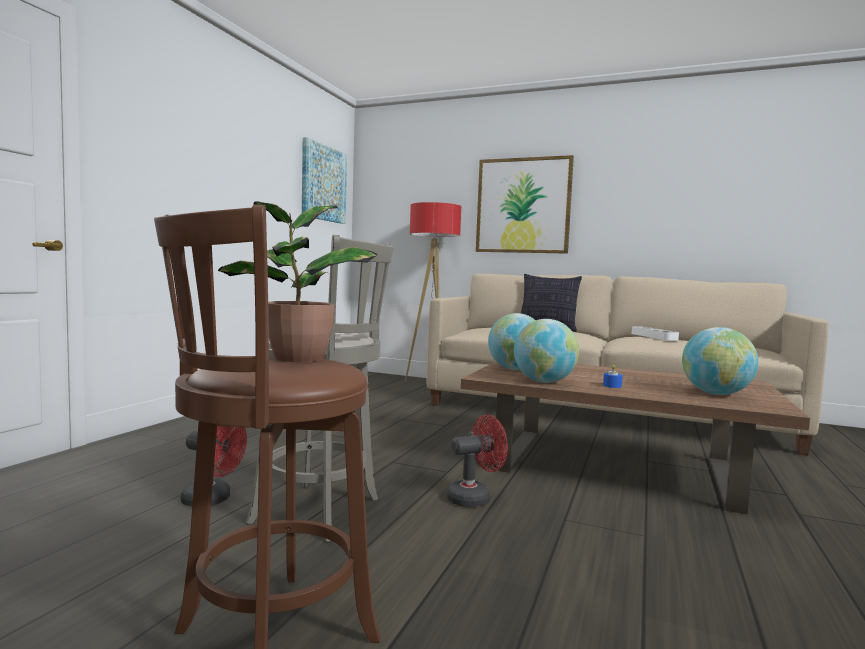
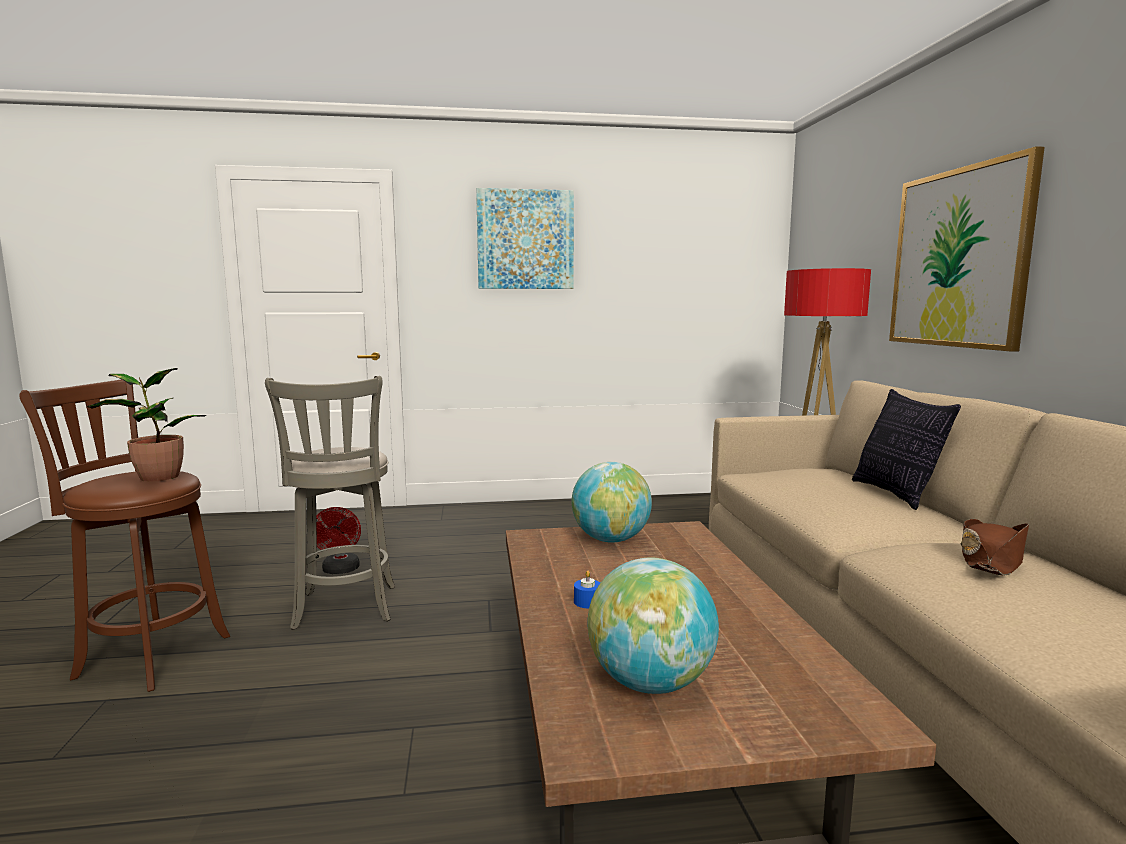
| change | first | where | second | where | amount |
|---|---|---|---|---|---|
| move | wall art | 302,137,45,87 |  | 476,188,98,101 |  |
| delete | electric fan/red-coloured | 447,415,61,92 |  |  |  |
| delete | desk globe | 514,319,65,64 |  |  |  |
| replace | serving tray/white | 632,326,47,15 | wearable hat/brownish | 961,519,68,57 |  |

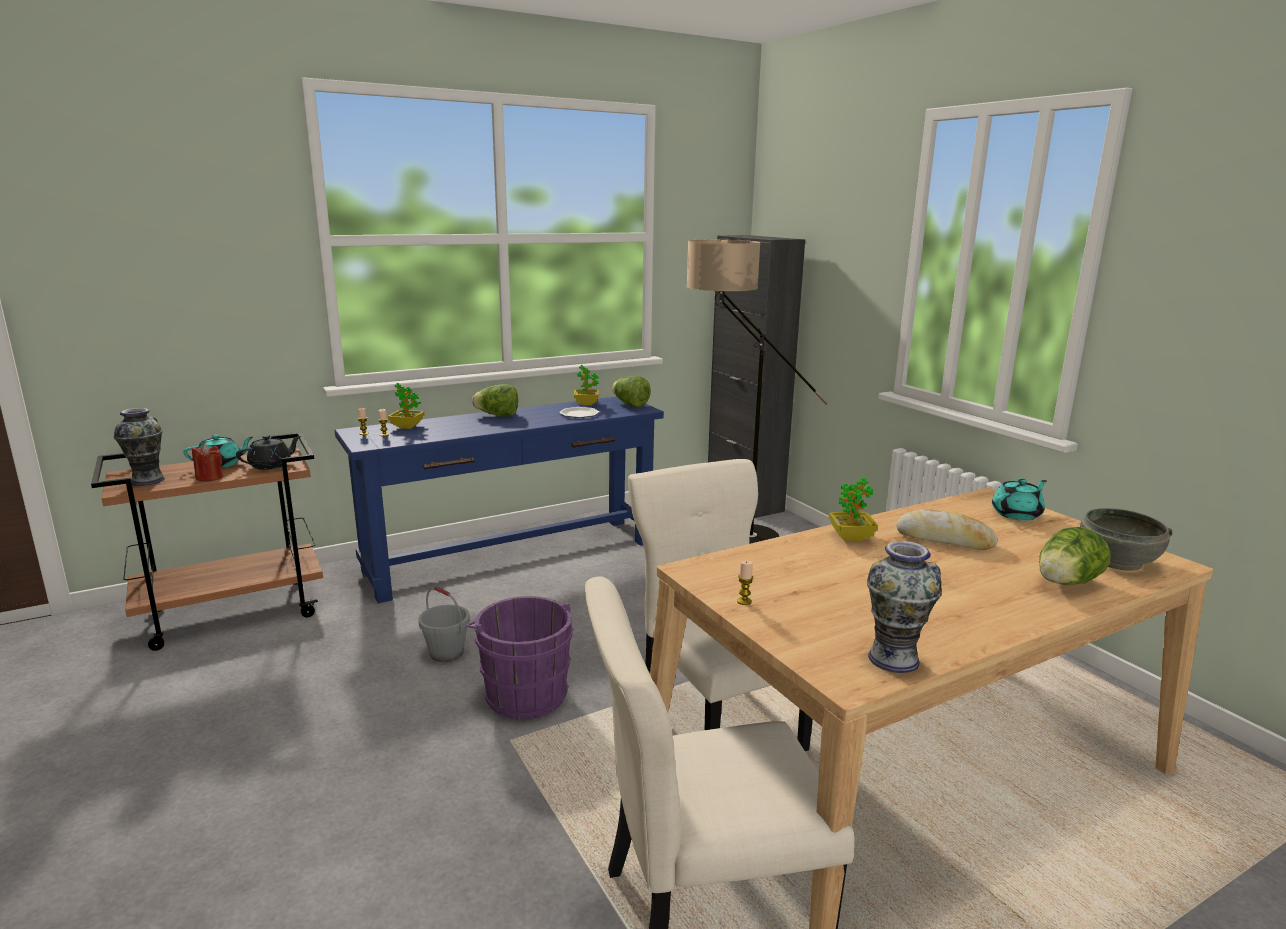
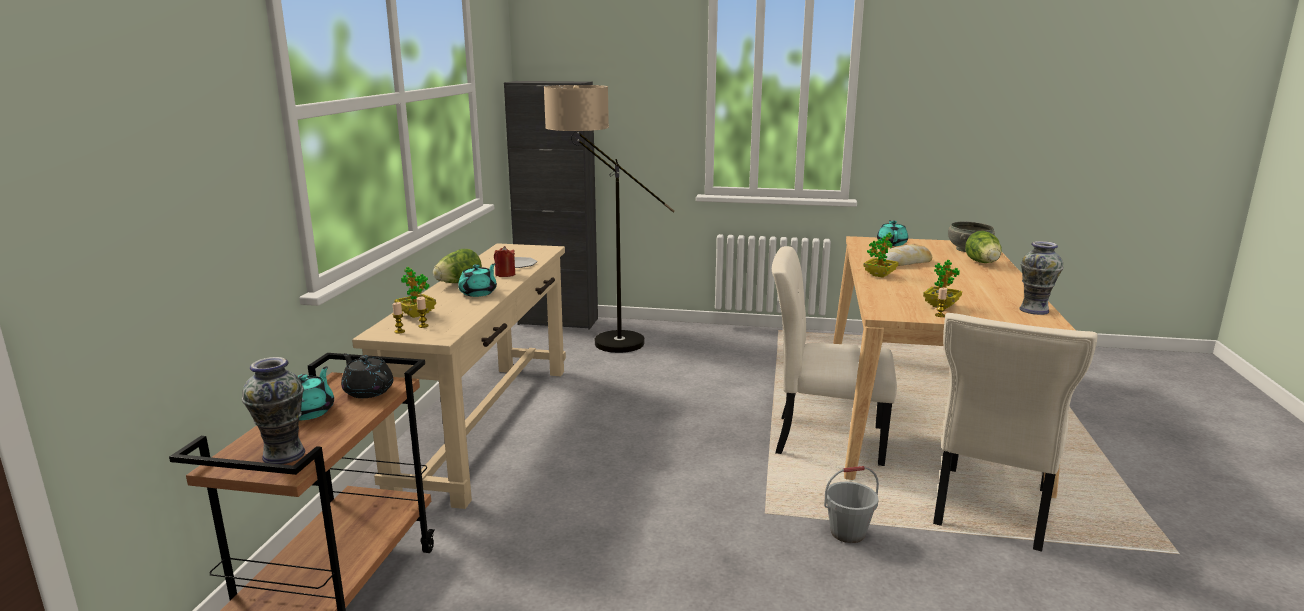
| change | first | where | second | where | amount |
|---|---|---|---|---|---|
| move | candle/red-coloured | 192,444,31,38 |  | 494,246,21,31 |  |
| rotate | pot for tea/black-coloured | 236,435,65,35 |  | 341,353,52,45 | 45 degrees counterclockwise |
| recolor | hall table/bluish | 334,396,330,207 | hall table/beige | 352,243,214,266 |  |
| move | pail/greyish | 419,586,51,76 |  | 824,466,55,77 |  |
| delete | pail/purple | 466,596,108,123 |  |  |  |
| move | potted plant | 574,365,25,40 |  | 923,260,39,49 |  |
| delete | lettuce head | 612,376,39,31 |  |  |  |
| insert |  |  | pot for tea/blue-green | 458,263,39,34 |  |

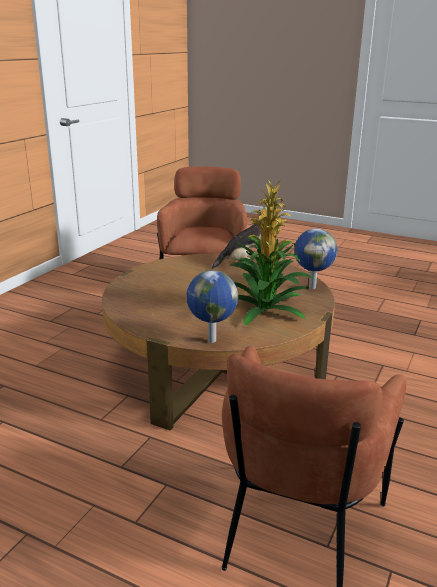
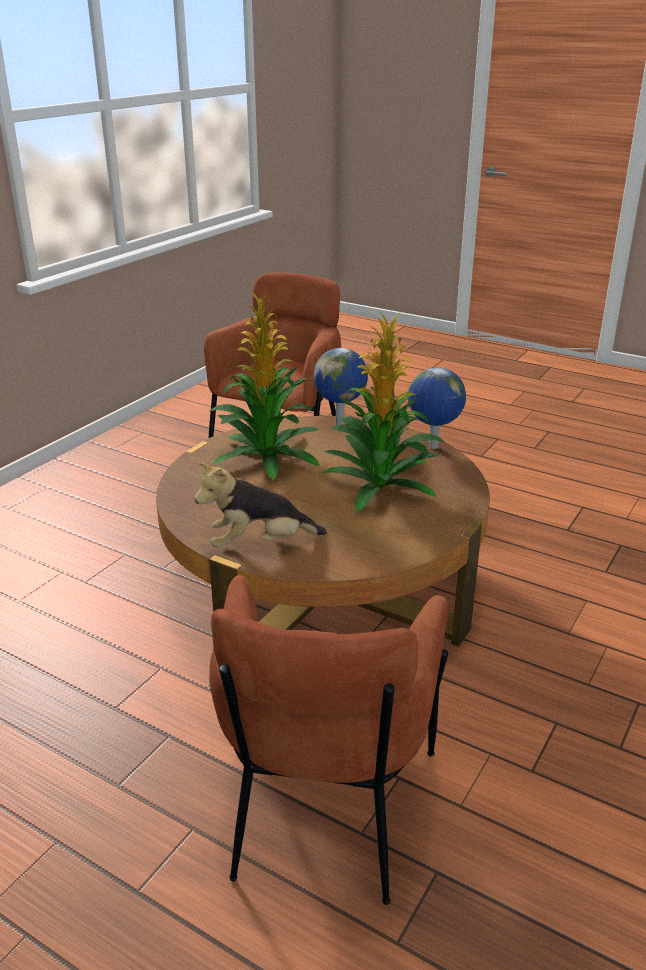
| change | first | where | second | where | amount |
|---|---|---|---|---|---|
| move | desk globe | 294,229,43,60 |  | 408,367,58,82 |  |
| insert |  |  | potted plant | 321,312,124,200 |  |

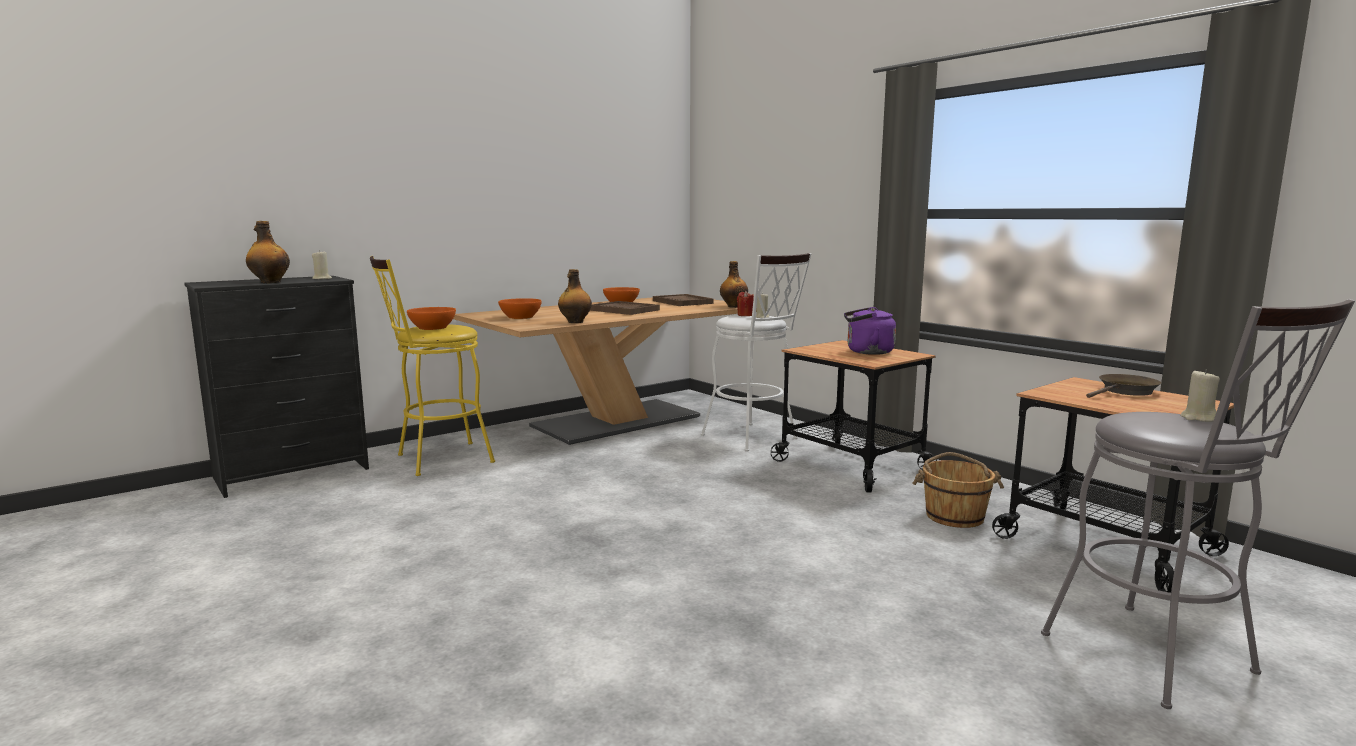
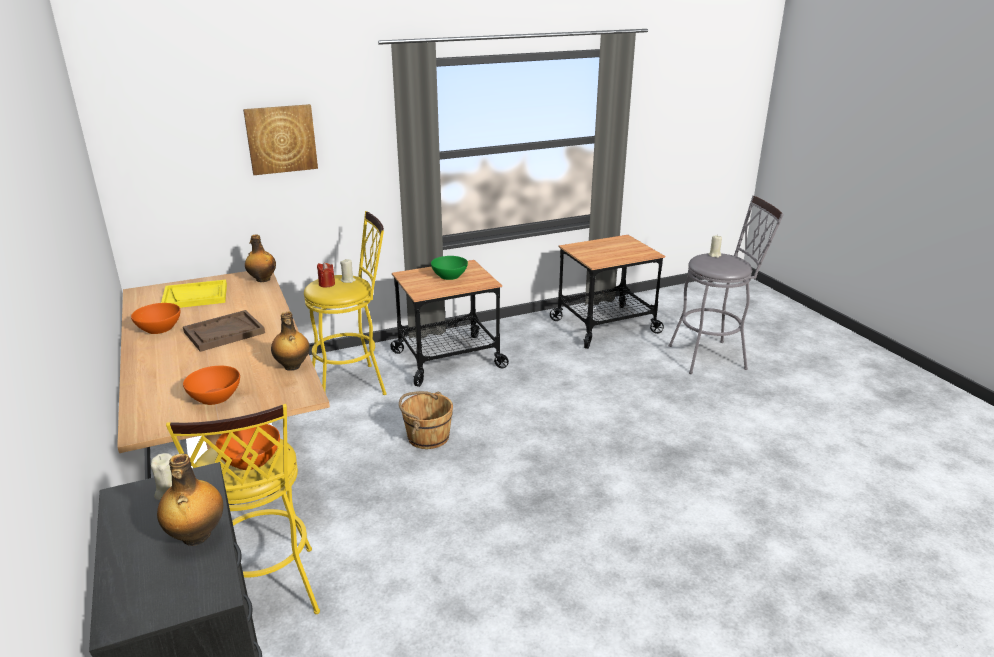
| change | first | where | second | where | amount |
|---|---|---|---|---|---|
| recolor | serving tray/brownish | 653,294,61,12 | serving tray/yellow | 161,280,66,28 |  |
| recolor | stool/white | 701,253,110,199 | stool/yellow | 304,211,83,184 |  |
| replace | tea kettle/purple | 844,307,52,48 | bowl/green | 431,256,37,24 |  |
| move | pail/brownish | 912,452,92,76 |  | 399,391,54,58 |  |
| delete | pan/brownish | 1086,374,76,24 |  |  |  |
| insert |  |  | wall art | 243,104,75,71 |  |

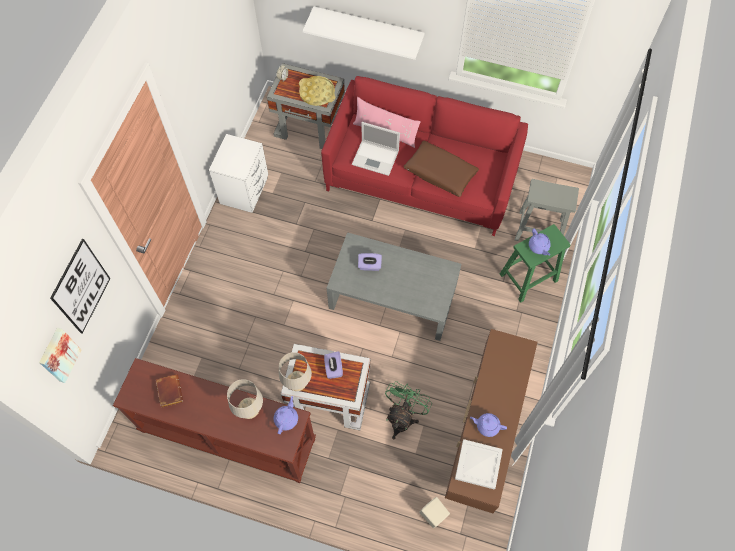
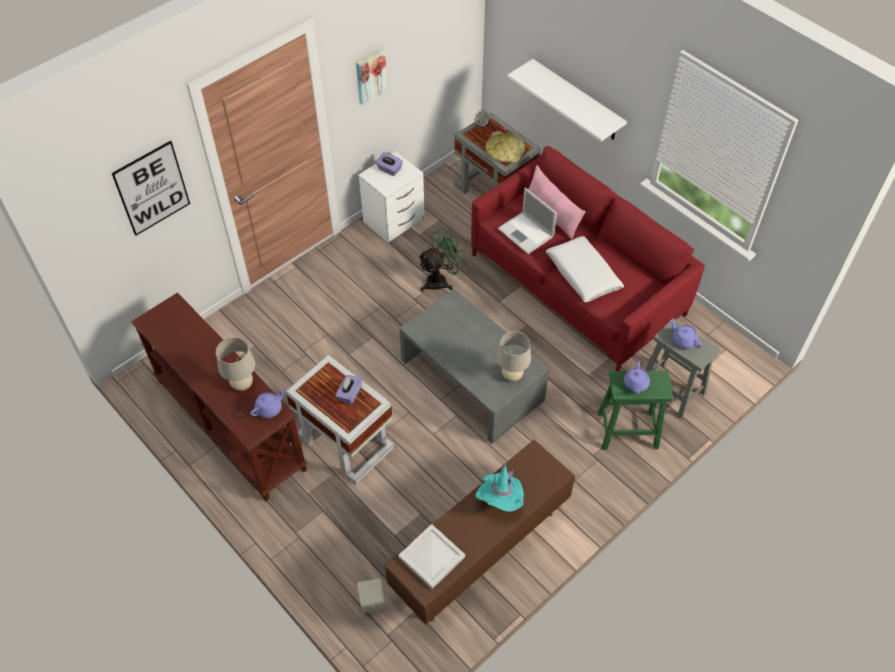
| change | first | where | second | where | amount |
|---|---|---|---|---|---|
| move | wall art | 39,328,42,55 |  | 356,48,32,57 |  |
| delete | book/brownish | 156,374,27,34 |  |  |  |
| move | tabletop lamp/beige | 279,352,33,39 |  | 497,331,34,51 |  |
| move | tissue holder/purple | 358,253,24,18 |  | 376,152,27,24 |  |
| move | electric fan/green | 385,381,47,58 |  | 418,228,49,64 |  |
| recolor | pillow/brownish | 404,141,75,56 | pillow/white | 546,236,78,66 |  |
| move | pot for tea/purple | 470,413,37,24 |  | 670,320,32,29 |  |
| insert |  |  | wearable hat/blue-green | 475,464,49,48 |  |

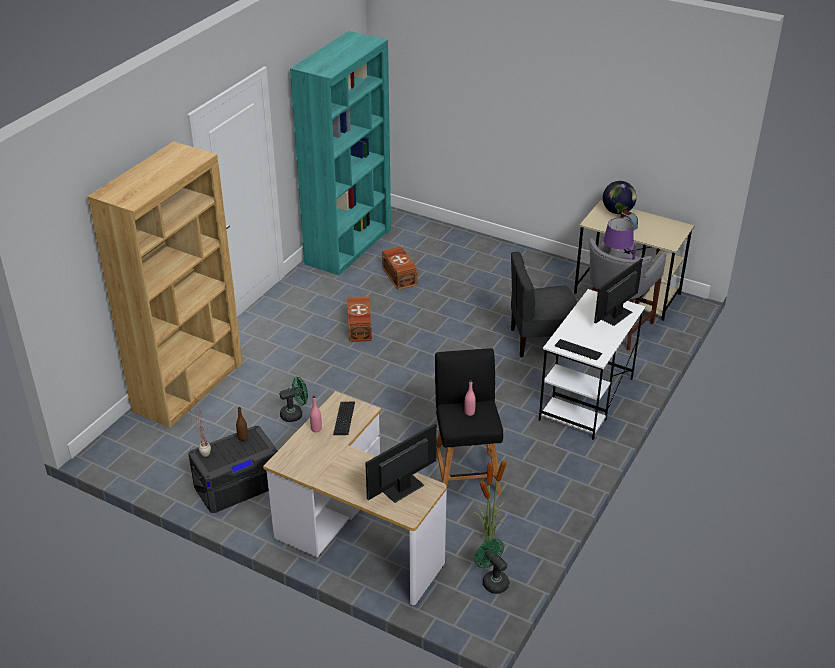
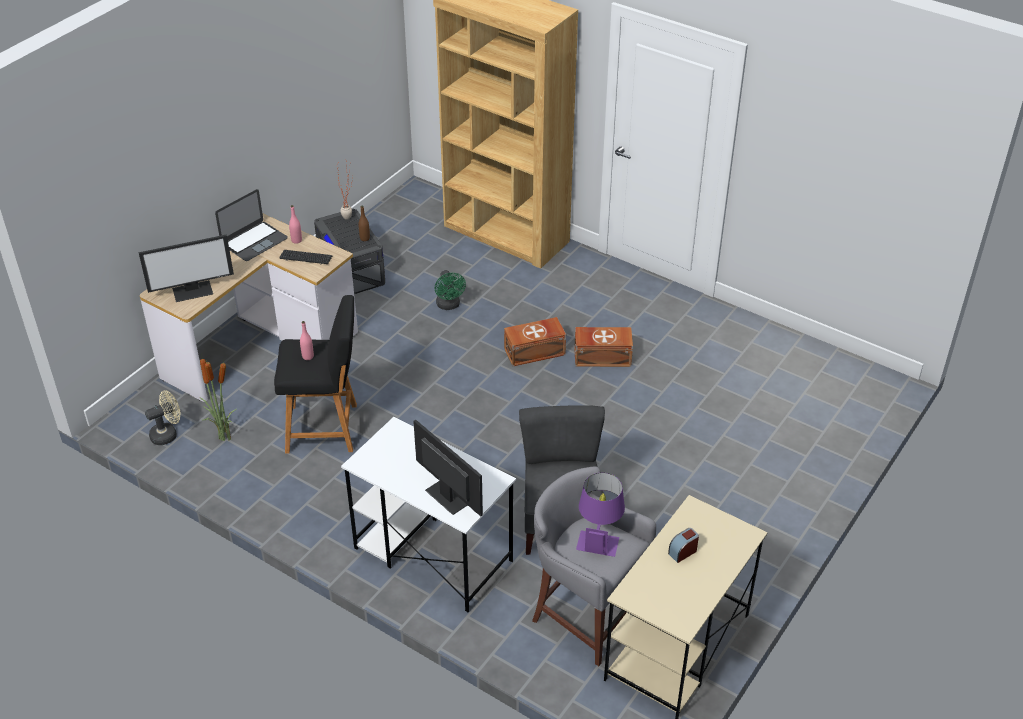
| change | first | where | second | where | amount |
|---|---|---|---|---|---|
| delete | bookshelf/blue-green | 290,31,101,244 |  |  |  |
| rotate | monitor | 365,423,72,80 |  | 138,234,96,68 | 105 degrees clockwise |
| move | storage bin/brownish | 382,246,35,44 |  | 504,317,62,49 |  |
| recolor | electric fan/green | 475,538,34,56 | electric fan/beige | 145,390,35,55 |  |
| delete | keyboard | 555,339,47,21 |  |  |  |
| delete | desk globe | 603,181,34,33 |  |  |  |
| insert |  |  | laptop | 215,189,73,72 |  |

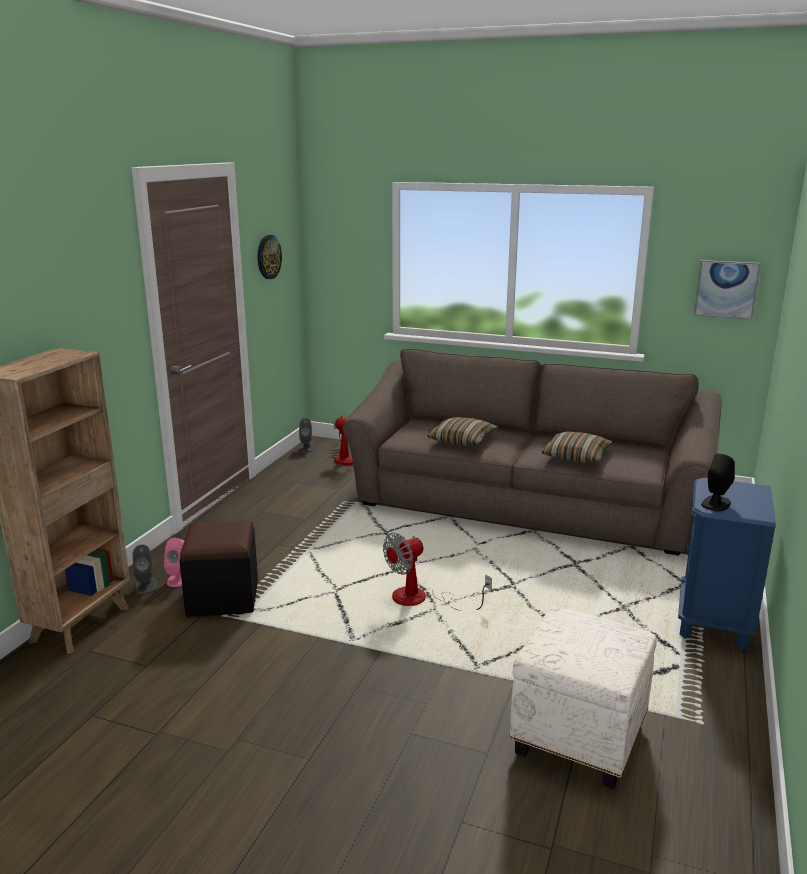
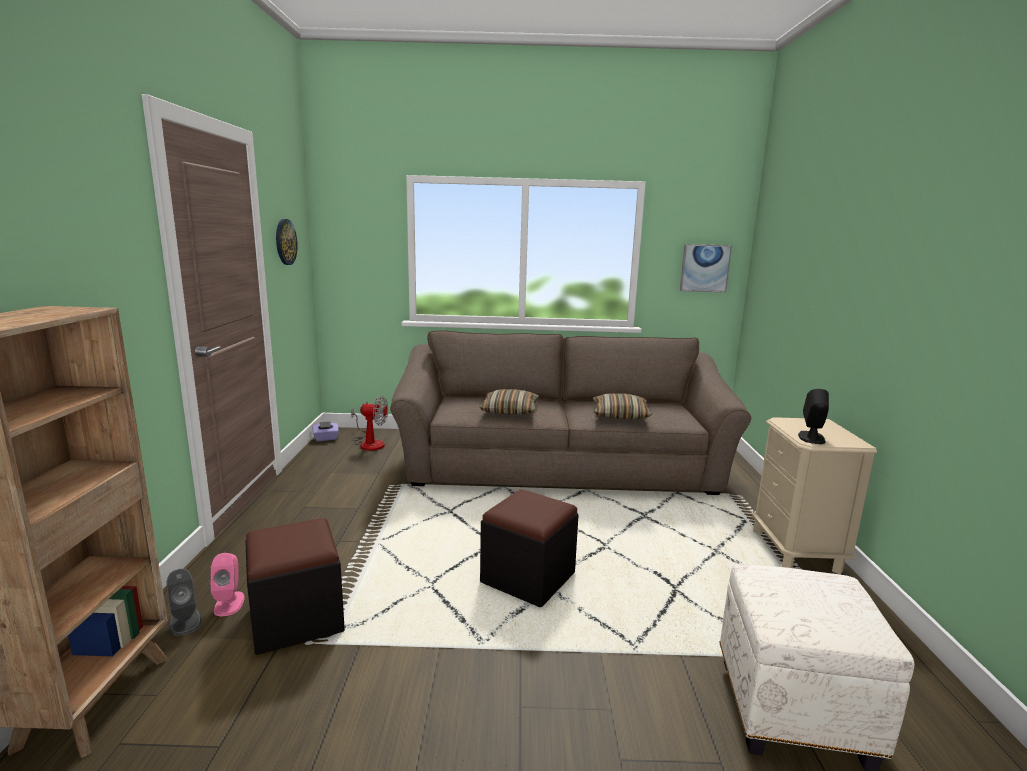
| change | first | where | second | where | amount |
|---|---|---|---|---|---|
| replace | speaker/greyish | 299,418,15,35 | tissue holder/purple | 312,421,27,20 |  |
| replace | electric fan | 383,533,109,78 | pouffe/black-coloured | 480,489,99,118 |  |
| recolor | nightstand/bluish | 678,478,98,172 | nightstand/beige | 752,417,125,158 |  |

